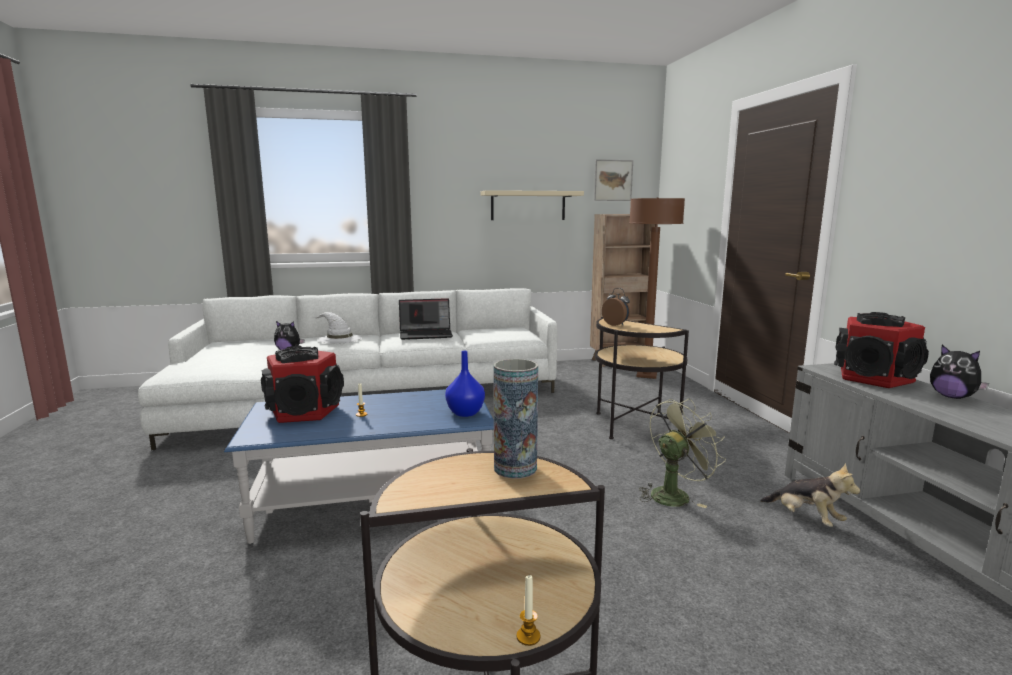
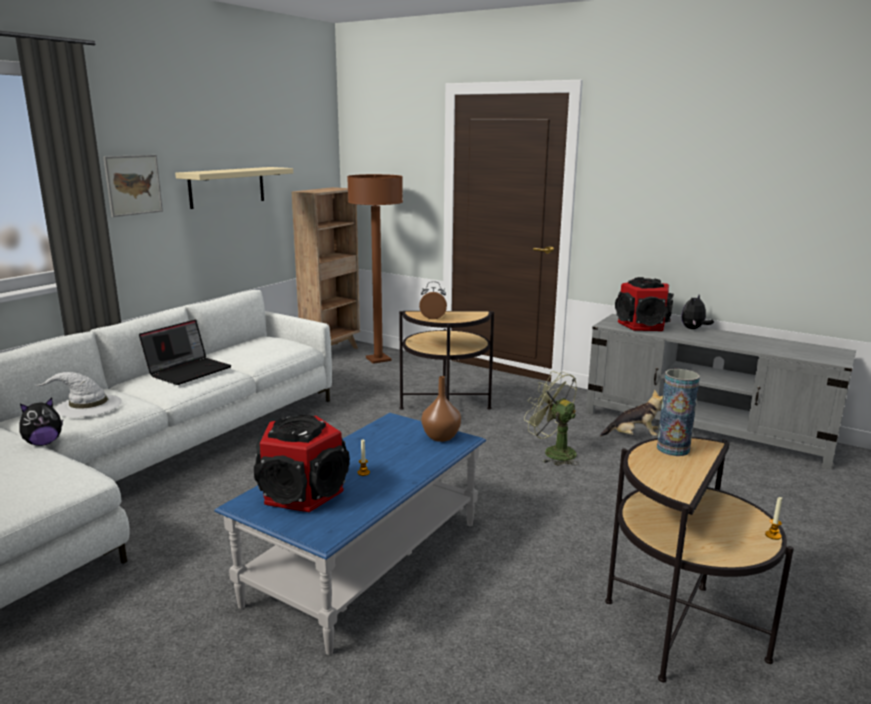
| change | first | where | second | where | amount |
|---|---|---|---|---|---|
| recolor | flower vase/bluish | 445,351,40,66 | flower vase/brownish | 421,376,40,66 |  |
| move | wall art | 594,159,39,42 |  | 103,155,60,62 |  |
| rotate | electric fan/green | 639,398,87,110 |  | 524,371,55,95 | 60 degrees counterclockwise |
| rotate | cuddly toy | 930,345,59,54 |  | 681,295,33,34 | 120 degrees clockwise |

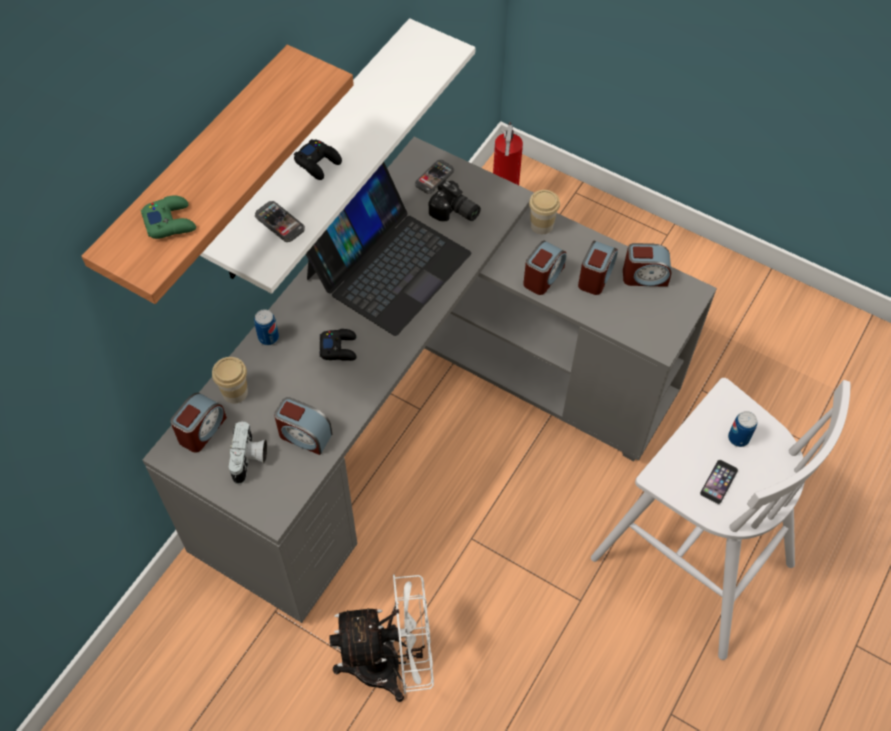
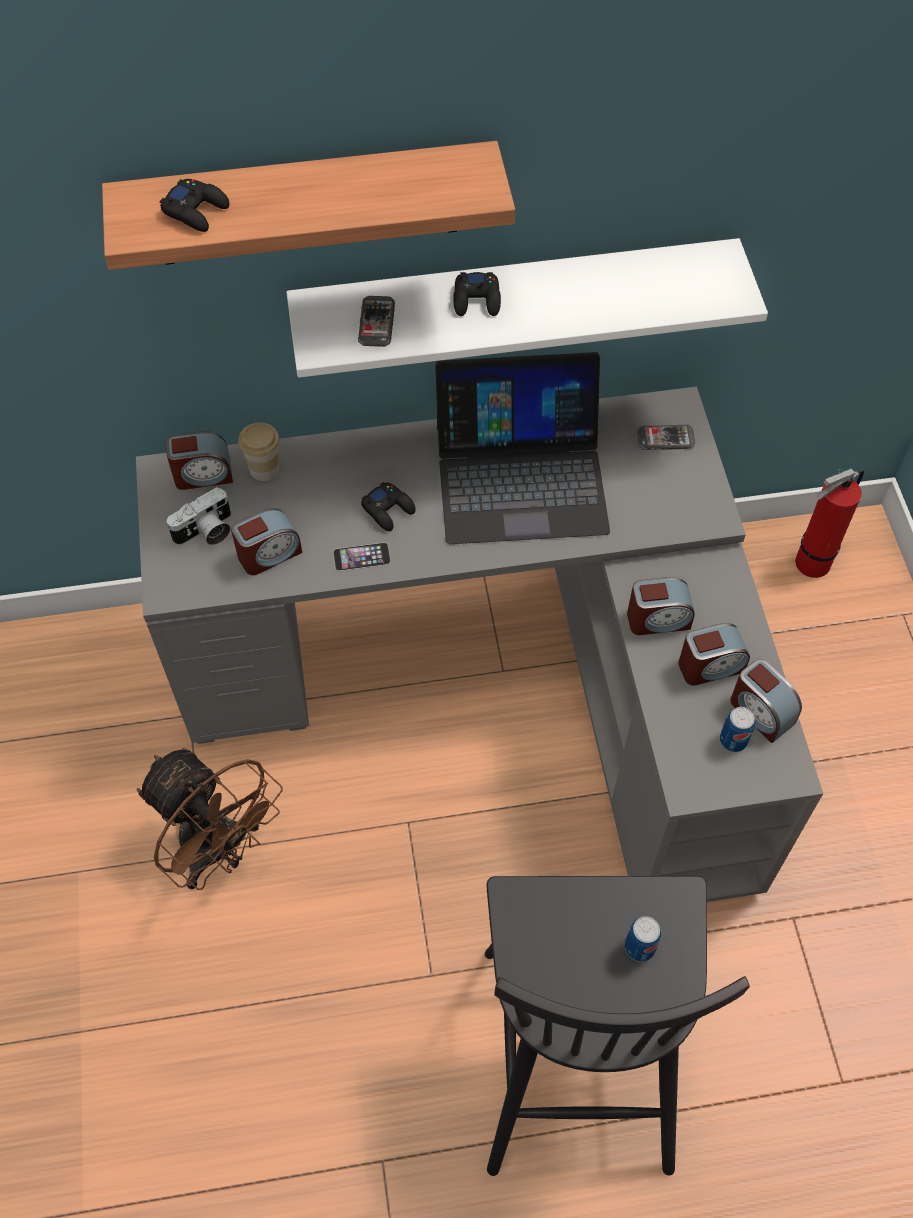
| change | first | where | second | where | amount |
|---|---|---|---|---|---|
| recolor | joypad/green | 141,195,55,44 | joypad/black-coloured | 160,179,69,53 |  |
| move | metal can | 254,309,25,36 |  | 720,707,35,45 |  |
| rotate | alarm clock | 274,397,58,58 |  | 231,508,71,67 | 105 degrees counterclockwise |
| recolor | electric fan/white | 329,574,105,128 | electric fan/brownish | 137,748,146,142 |  |
| delete | still camera | 429,180,52,42 |  |  |  |
| delete | cup | 529,190,31,44 |  |  |  |
| recolor | stool/white | 591,378,259,282 | stool/black-coloured | 485,876,265,300 |  |
| move | telephone | 700,460,38,44 |  | 333,543,58,28 |  |

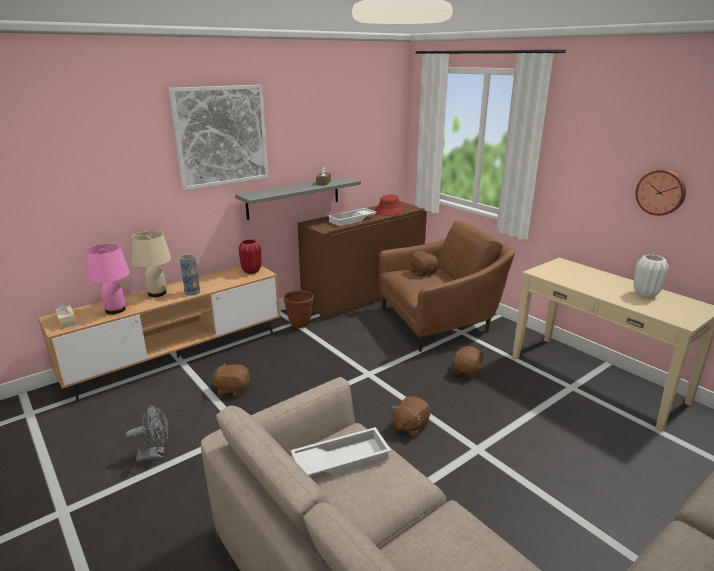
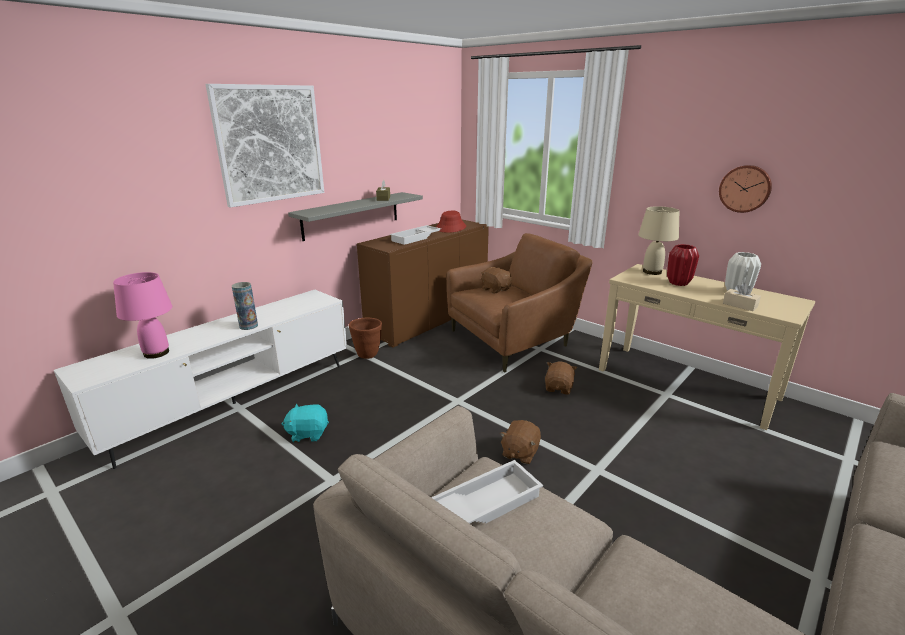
| change | first | where | second | where | amount |
|---|---|---|---|---|---|
| recolor | tv unit/brownish | 38,266,242,135 | tv unit/white | 54,290,293,179 |  |
| move | tissue holder/beige | 55,302,22,27 |  | 723,283,38,28 |  |
| delete | electric fan/greyish | 125,405,44,57 |  |  |  |
| move | tabletop lamp/beige | 132,231,39,66 |  | 638,206,41,69 |  |
| recolor | cuddly toy/brownish | 211,363,39,33 | cuddly toy/blue-green | 282,404,47,38 |  |
| move | flower vase/red-coloured | 239,240,22,34 |  | 667,244,32,42 |  |

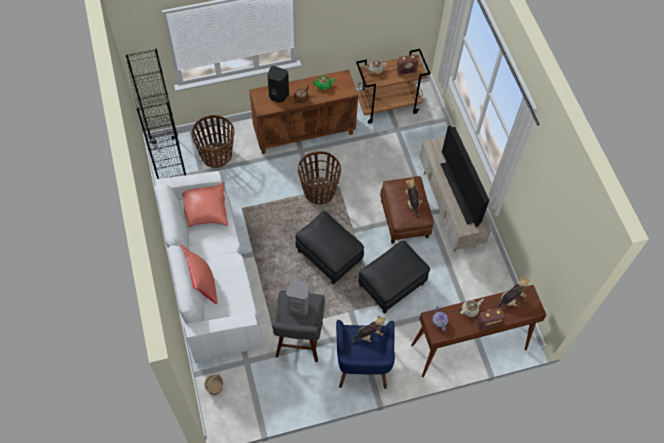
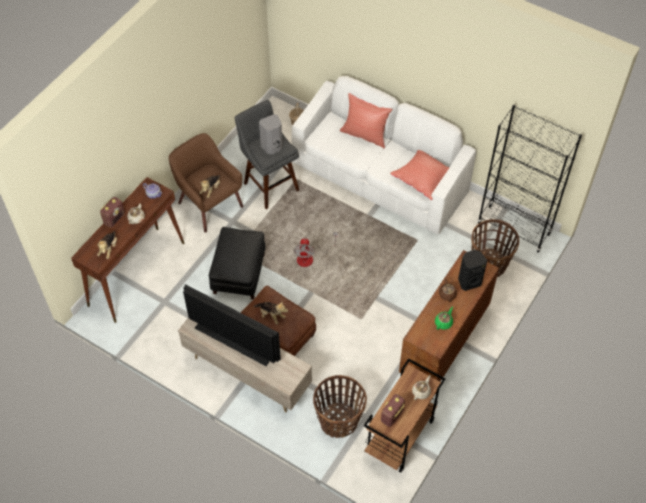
| change | first | where | second | where | amount |
|---|---|---|---|---|---|
| replace | pouffe/black-coloured | 295,211,69,74 | electric fan | 294,232,44,35 |  |
| move | household basket | 298,151,43,53 |  | 313,375,54,63 |  |
| recolor | easy chair/bluish | 336,320,59,69 | easy chair/brownish | 169,133,74,100 |  |

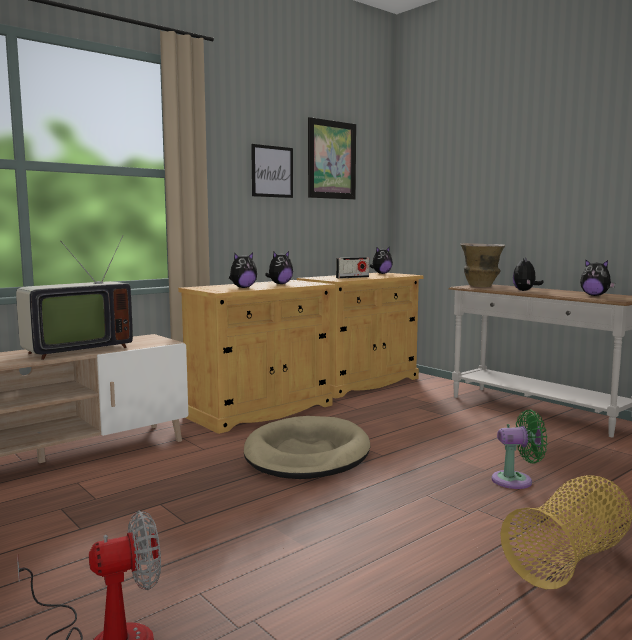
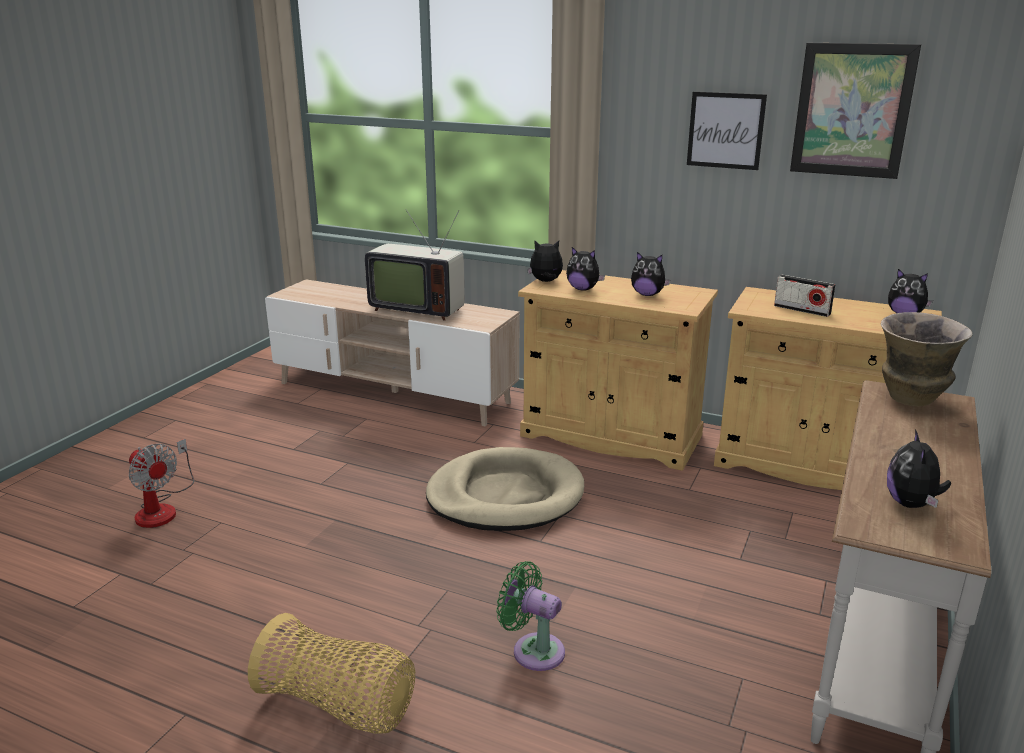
| change | first | where | second | where | amount |
|---|---|---|---|---|---|
| rotate | electric fan/green | 491,409,57,80 |  | 496,561,69,110 | 150 degrees clockwise |
| move | cuddly toy | 513,258,31,33 |  | 527,241,36,41 |  |

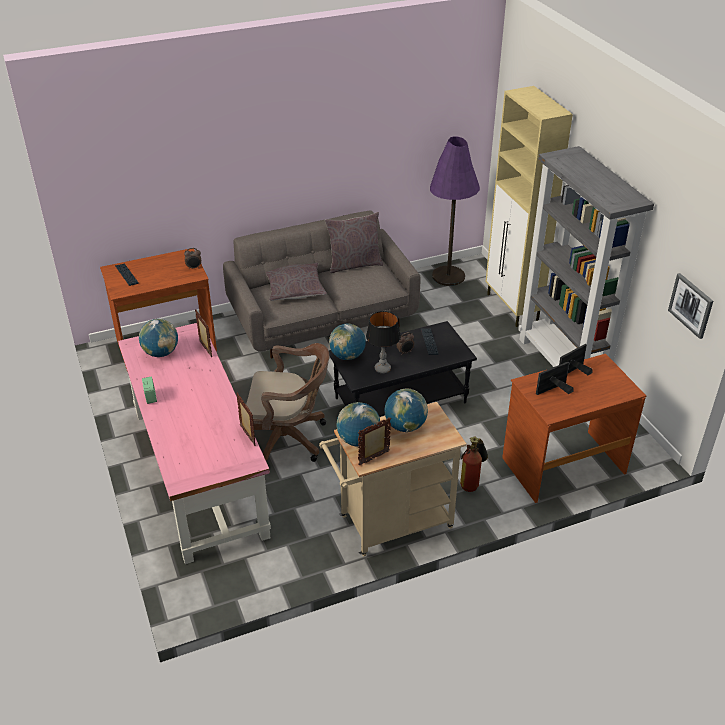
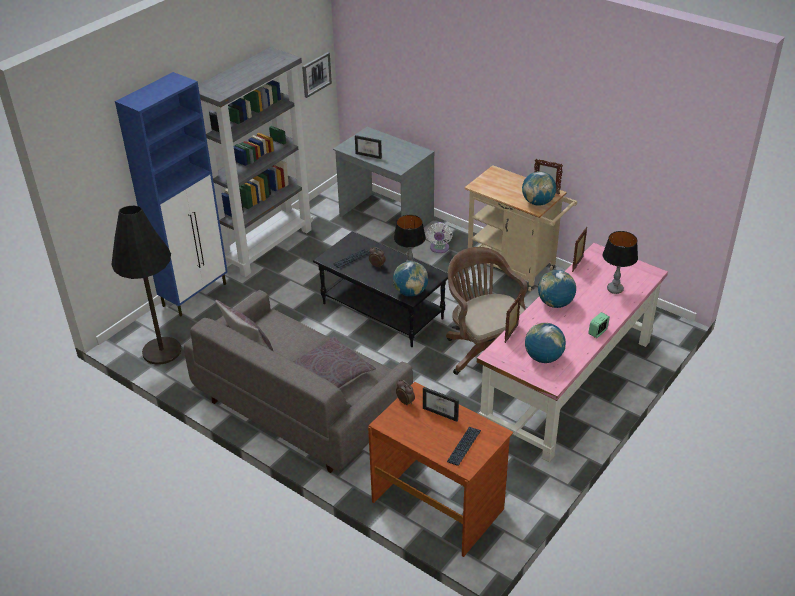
| change | first | where | second | where | amount |
|---|---|---|---|---|---|
| move | desk globe | 385,389,43,43 |  | 538,270,38,38 |  |
| recolor | standing lamp/purple | 430,136,50,150 | standing lamp/black-coloured | 111,206,70,159 |  |
| replace | fire extinguisher | 460,436,28,56 | electric fan/white | 426,222,27,31 |  |
| recolor | cabinet/beige | 486,86,87,241 | cabinet/bluish | 115,72,113,244 |  |
| recolor | desk table/brownish | 502,354,144,149 | desk table/greyish | 333,127,101,100 |  |
| move | standing frame | 536,362,38,33 |  | 423,387,36,35 |  |
| insert |  |  | tabletop lamp | 603,231,35,63 |  |

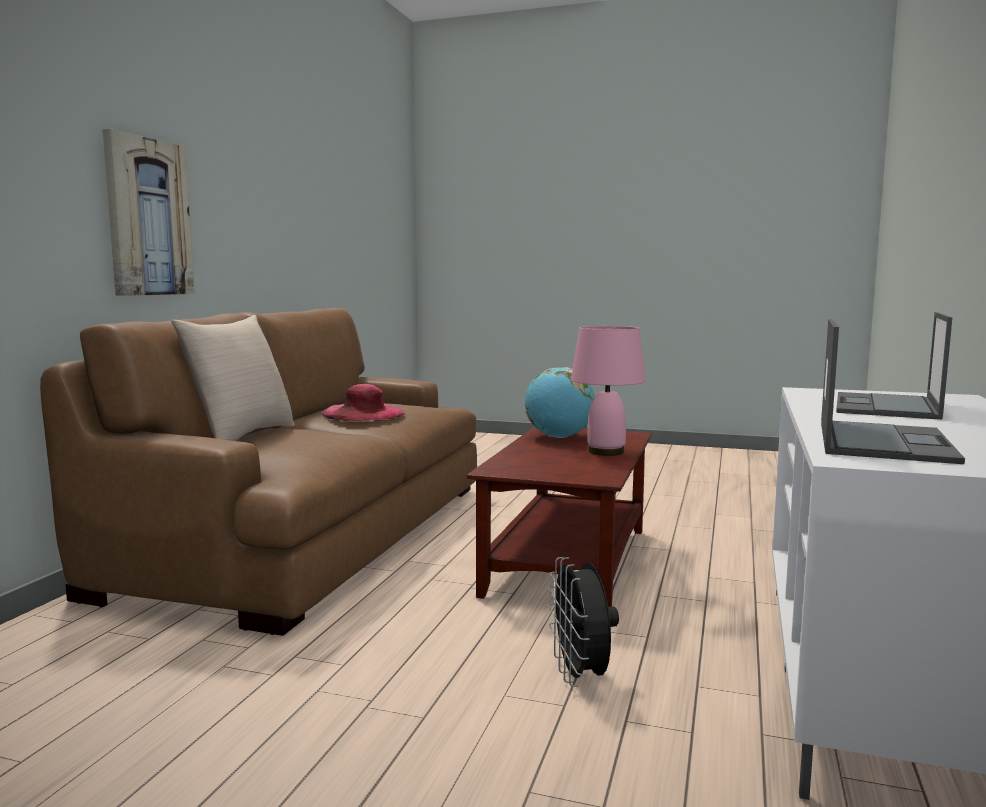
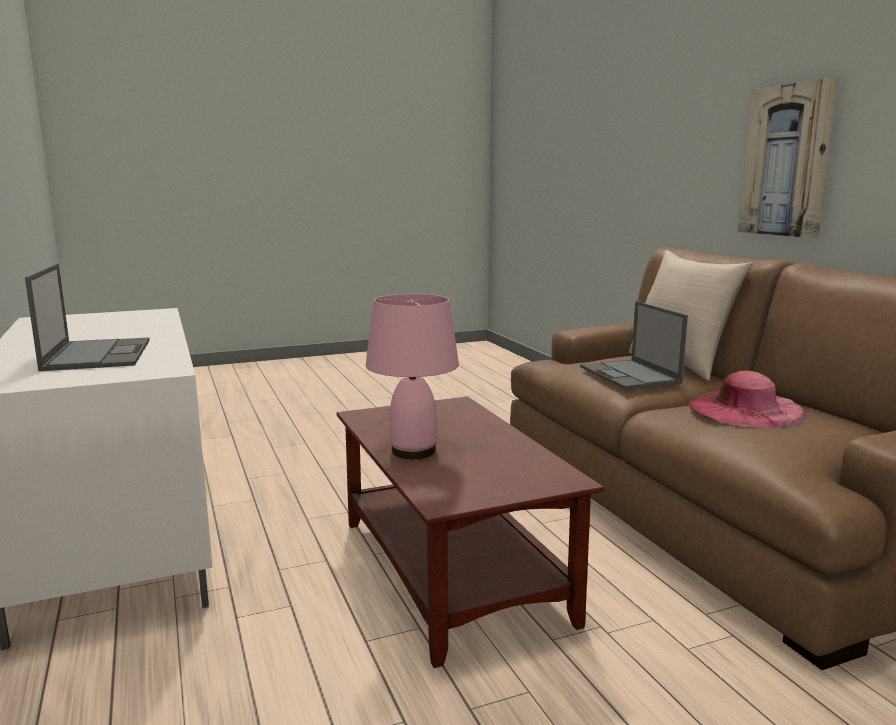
| change | first | where | second | where | amount |
|---|---|---|---|---|---|
| delete | desk globe | 525,367,70,71 |  |  |  |
| delete | electric fan/black-coloured | 548,557,71,130 |  |  |  |
| move | laptop | 821,319,144,145 |  | 580,301,108,88 |  |

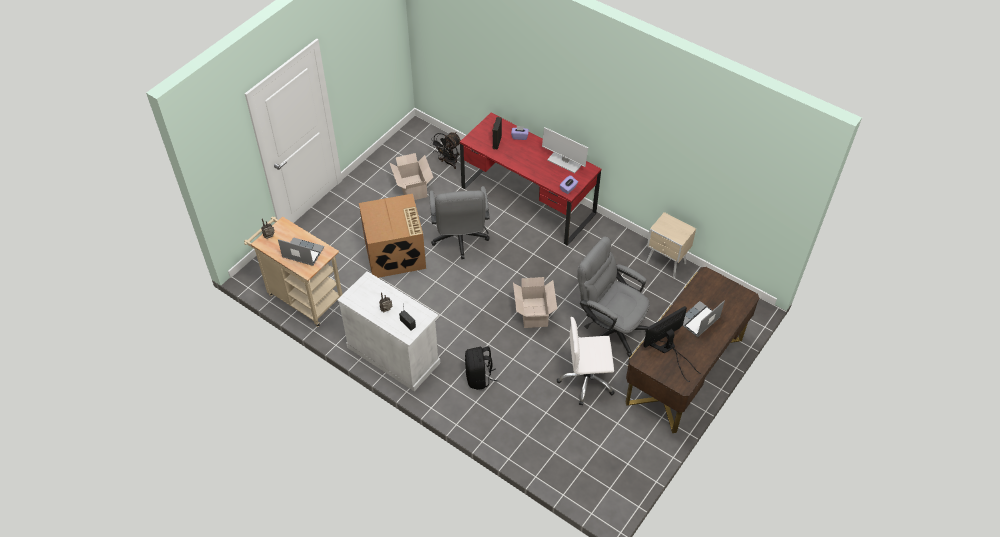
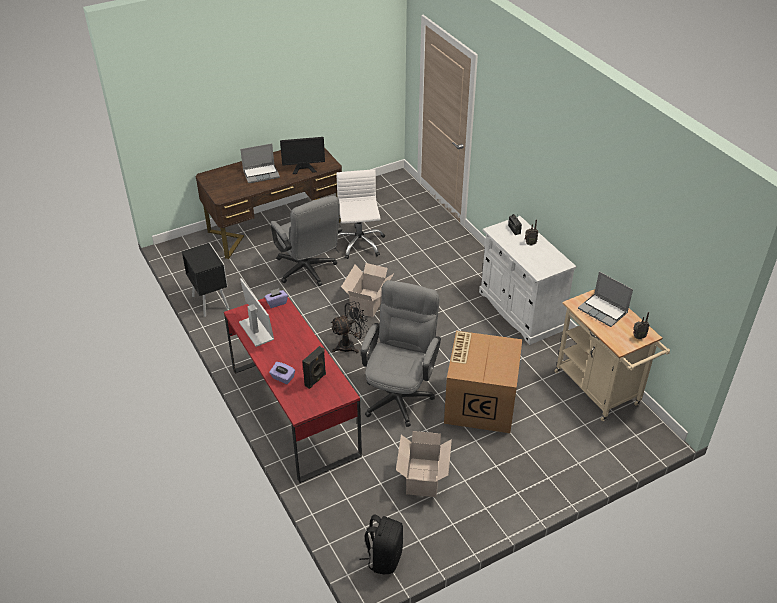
| change | first | where | second | where | amount |
|---|---|---|---|---|---|
| move | electric fan/black-coloured | 430,132,31,37 |  | 331,301,38,52 |  |
| move | backpack/black-coloured | 465,346,33,44 |  | 359,514,44,61 |  |
| rotate | computer chair/white | 557,317,58,89 |  | 336,169,49,90 | 120 degrees counterclockwise |
| recolor | nightstand/beige | 646,212,50,66 | nightstand/black-coloured | 182,243,47,74 |  |

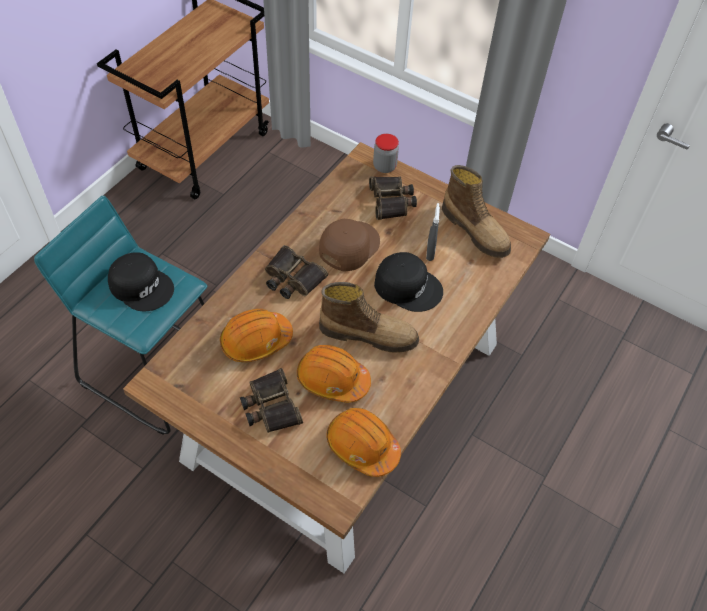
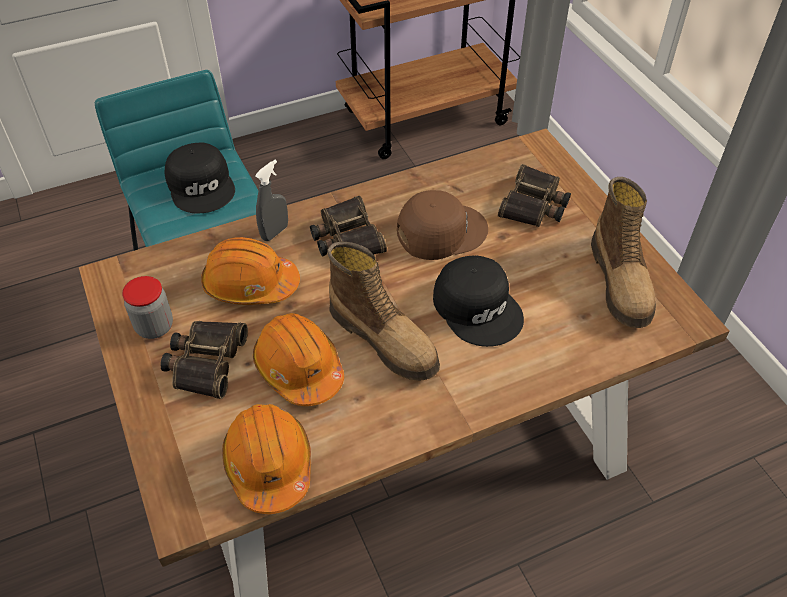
| change | first | where | second | where | amount |
|---|---|---|---|---|---|
| move | storage jar | 373,134,26,39 |  | 122,276,51,63 |  |
| move | sprayer/greyish | 426,203,14,58 |  | 255,160,33,81 |  |

